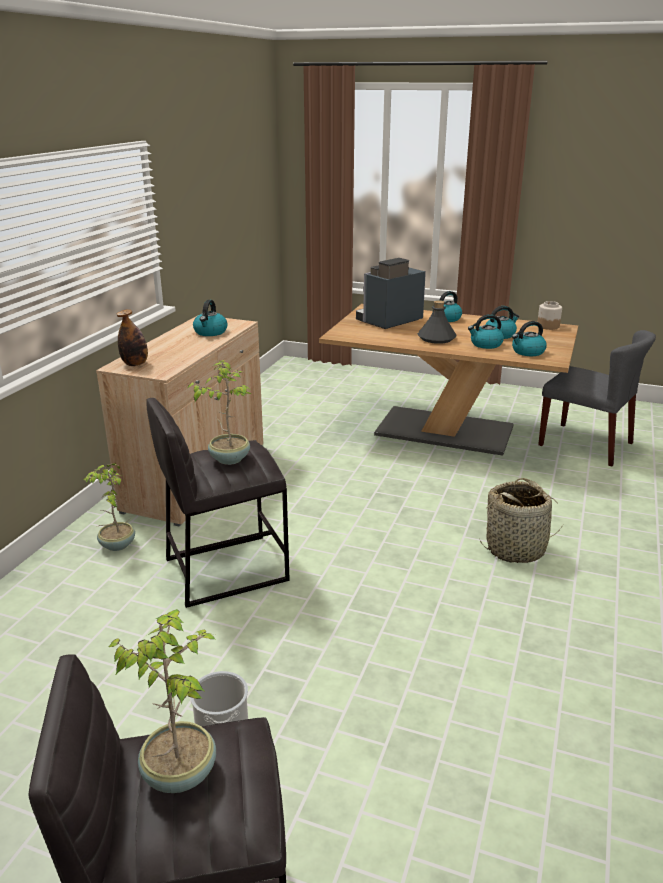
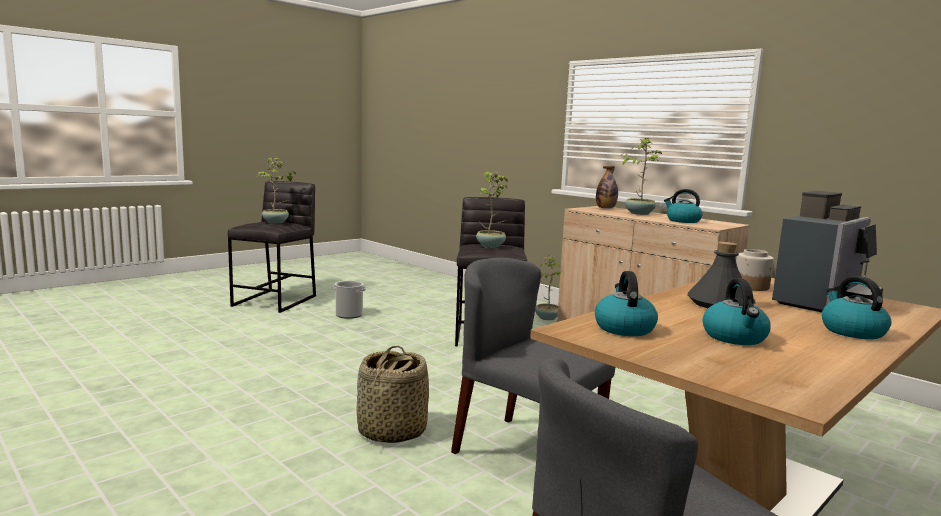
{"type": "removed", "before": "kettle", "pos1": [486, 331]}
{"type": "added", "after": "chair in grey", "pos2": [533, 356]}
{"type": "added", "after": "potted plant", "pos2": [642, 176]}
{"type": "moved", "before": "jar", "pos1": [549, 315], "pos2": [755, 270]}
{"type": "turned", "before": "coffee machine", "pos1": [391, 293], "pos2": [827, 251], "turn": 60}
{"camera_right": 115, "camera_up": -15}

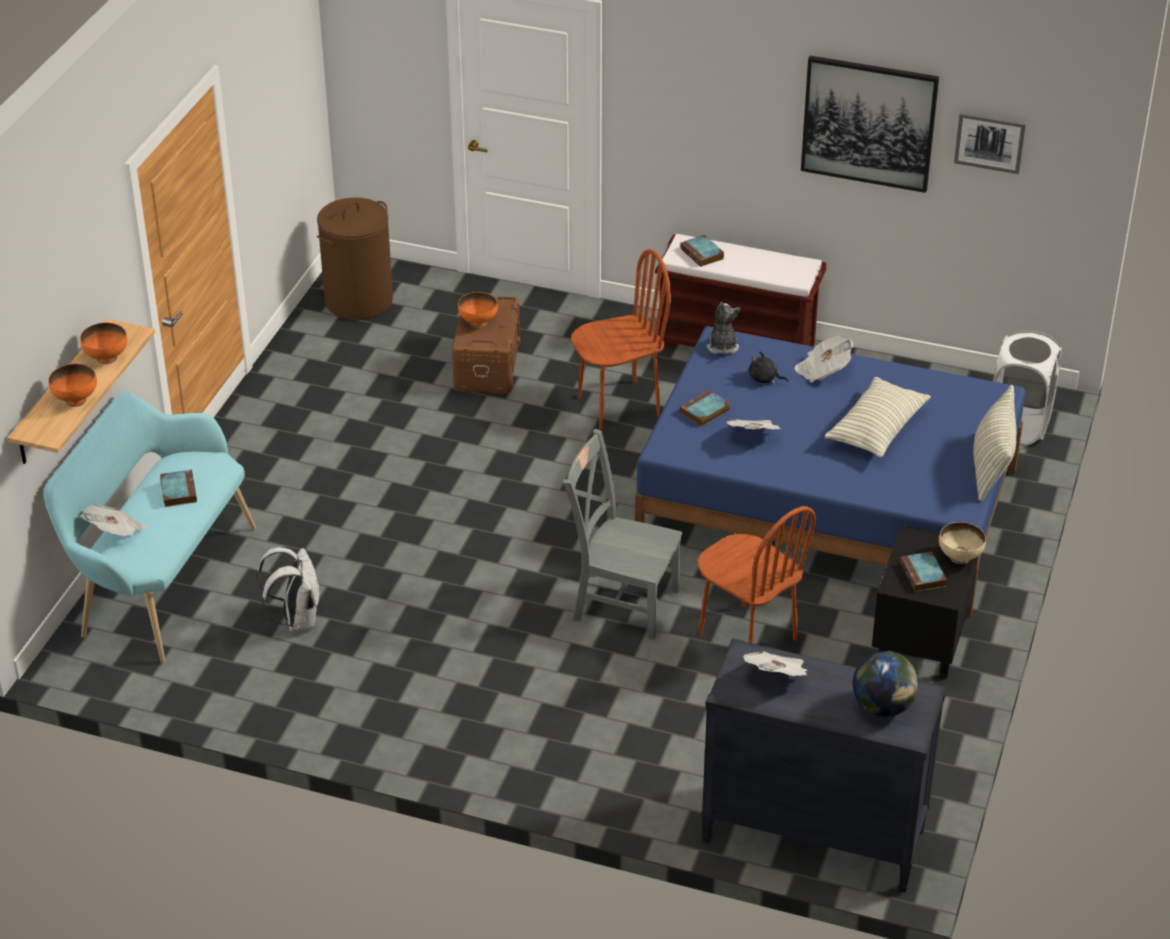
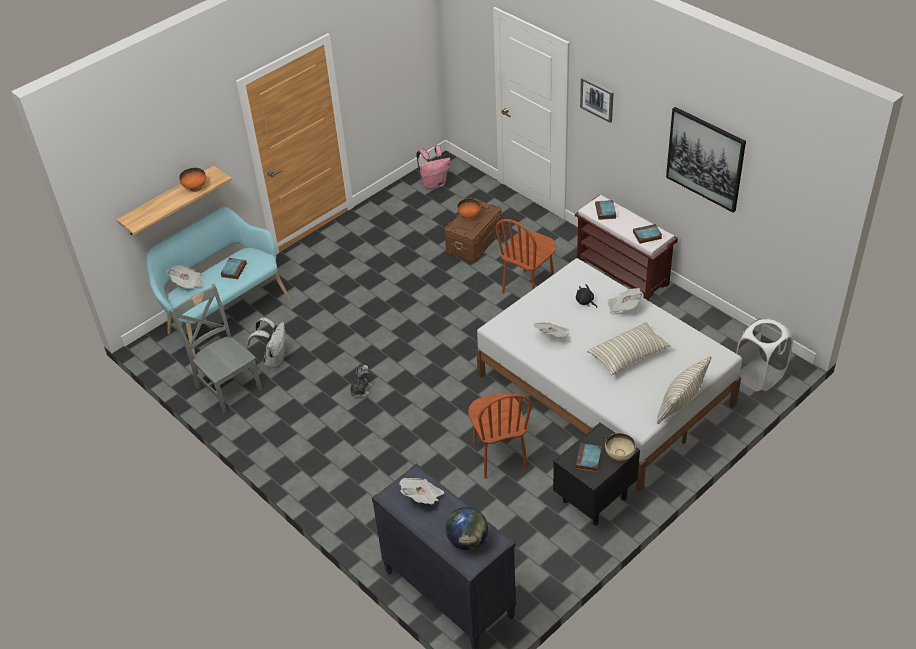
{"type": "removed", "before": "bowl in orange", "pos1": [72, 385]}
{"type": "moved", "before": "chair in grey", "pos1": [623, 534], "pos2": [215, 349]}
{"type": "moved", "before": "book", "pos1": [705, 408], "pos2": [647, 234]}
{"type": "moved", "before": "plush toy", "pos1": [724, 328], "pos2": [361, 381]}
{"type": "moved", "before": "picture", "pos1": [990, 143], "pos2": [597, 100]}
{"type": "replaced", "before": "laundry basket in brown", "after": "backpack in pink", "pos1": [355, 258], "pos2": [433, 167]}
{"type": "recoloured", "before": "bed in blue", "after": "bed in white", "pos1": [830, 472], "pos2": [609, 374]}
{"type": "turned", "before": "chair in brown", "pos1": [621, 339], "pos2": [525, 256], "turn": 120}
{"camera_right": 30, "camera_up": 5}

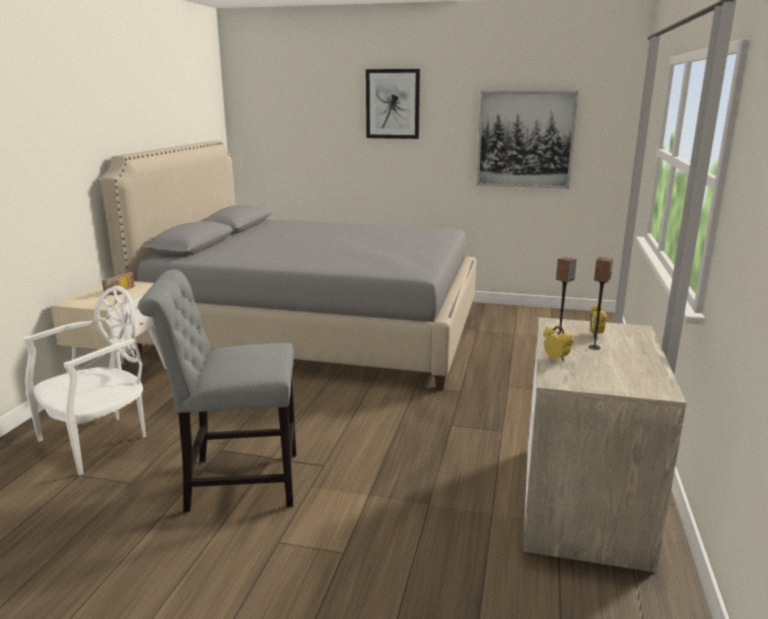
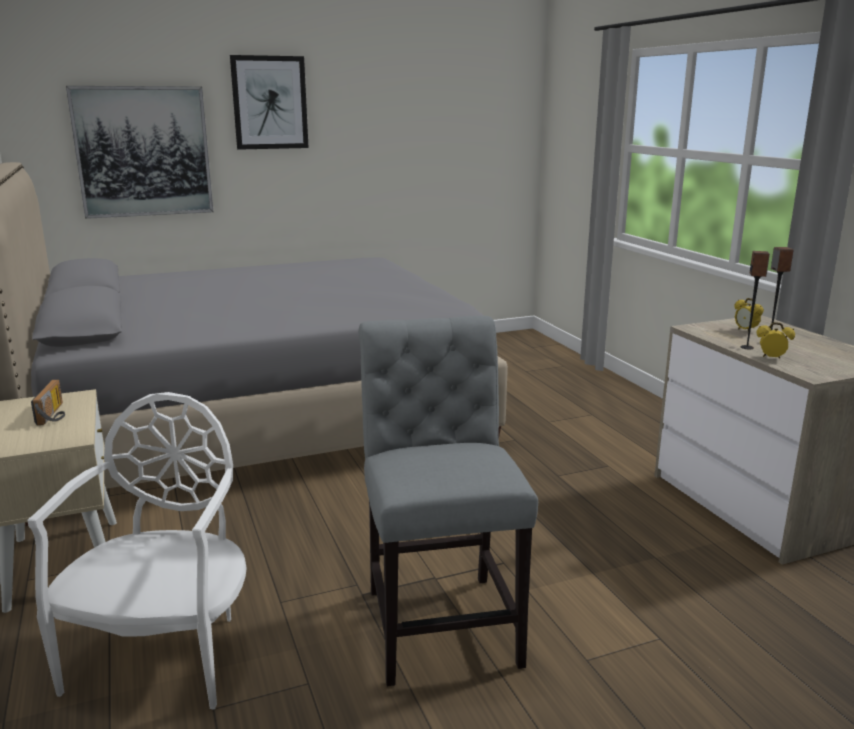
{"type": "moved", "before": "picture", "pos1": [527, 140], "pos2": [139, 152]}
{"type": "turned", "before": "chair in grey", "pos1": [217, 390], "pos2": [448, 501], "turn": 120}
{"camera_right": -35, "camera_up": 0}

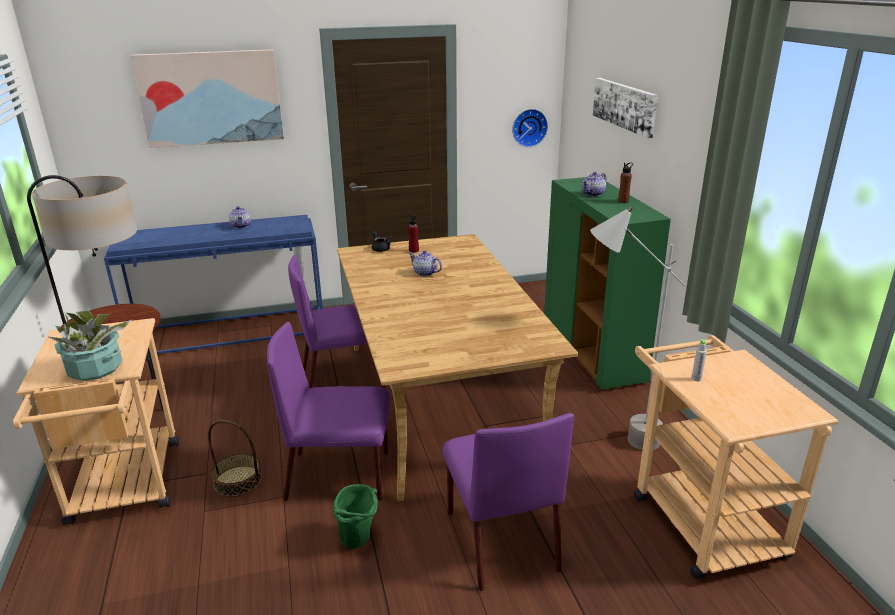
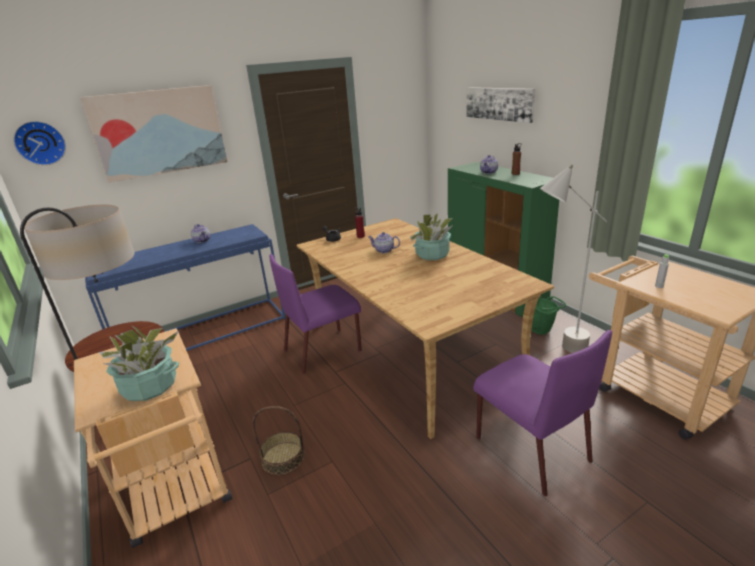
{"type": "removed", "before": "chair in purple", "pos1": [328, 411]}
{"type": "added", "after": "potted plant", "pos2": [431, 236]}
{"type": "moved", "before": "bucket in green", "pos1": [355, 516], "pos2": [548, 315]}
{"type": "moved", "before": "wall clock", "pos1": [530, 128], "pos2": [39, 143]}
{"camera_right": -15, "camera_up": 0}

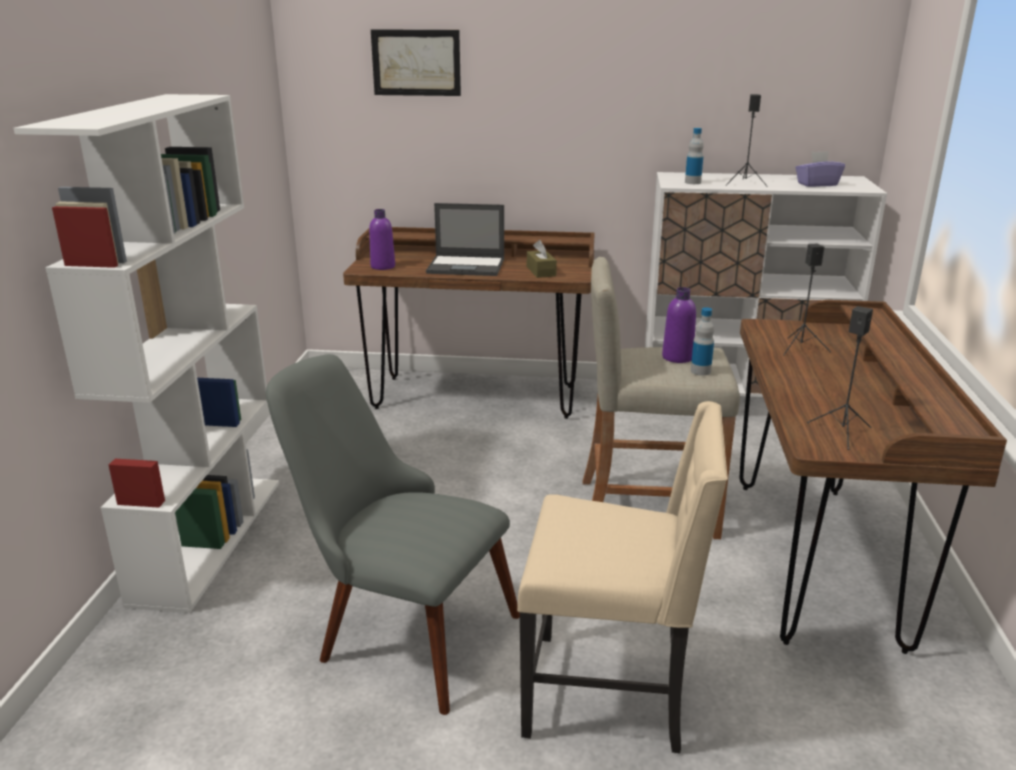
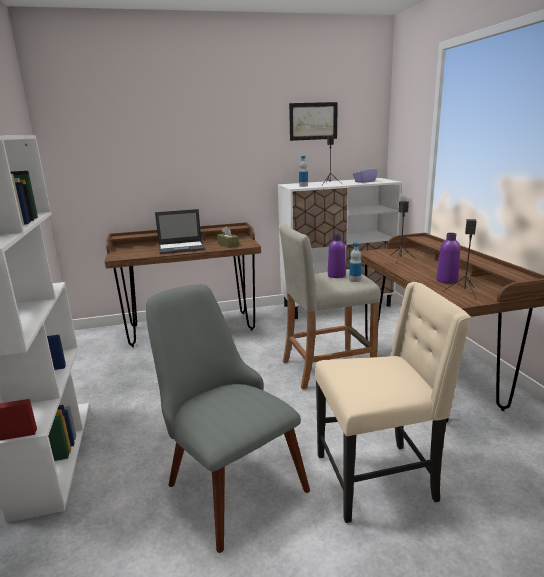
{"type": "moved", "before": "bottle in purple", "pos1": [382, 239], "pos2": [448, 258]}
{"type": "moved", "before": "picture", "pos1": [416, 62], "pos2": [313, 121]}
{"type": "turned", "before": "chair in grey", "pos1": [393, 534], "pos2": [228, 418], "turn": 45}
{"camera_right": -20, "camera_up": -5}

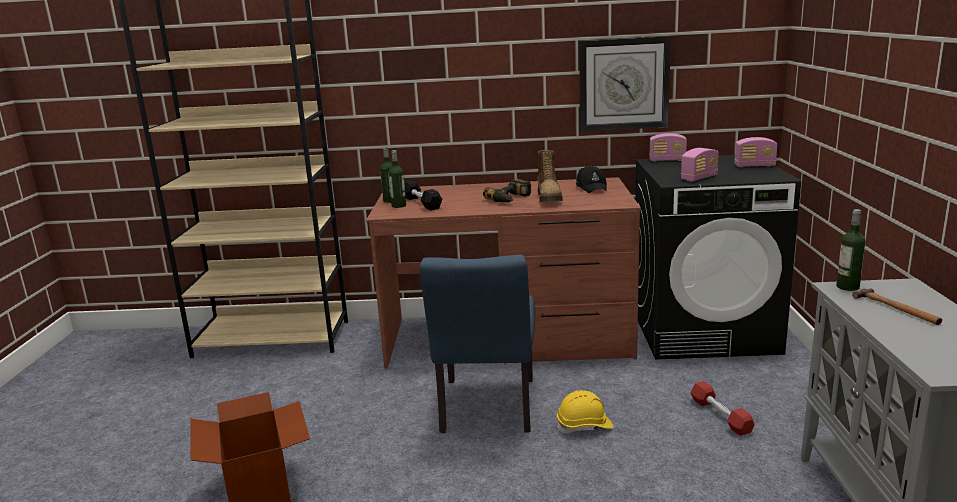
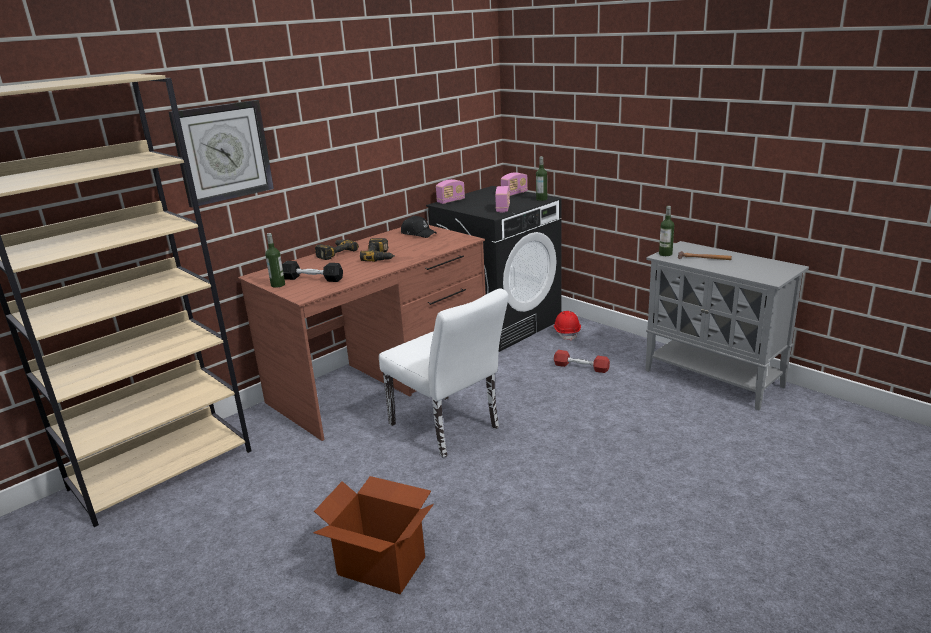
{"type": "removed", "before": "boot", "pos1": [550, 176]}
{"type": "removed", "before": "hard hat in yellow", "pos1": [585, 412]}
{"type": "added", "after": "power drill", "pos2": [337, 249]}
{"type": "added", "after": "hard hat in red", "pos2": [567, 326]}
{"type": "moved", "before": "bottle", "pos1": [397, 179], "pos2": [541, 178]}
{"type": "moved", "before": "wall clock", "pos1": [625, 83], "pos2": [221, 154]}
{"type": "recoloured", "before": "chair in blue", "after": "chair in white", "pos1": [477, 344], "pos2": [443, 373]}
{"camera_right": -45, "camera_up": 5}

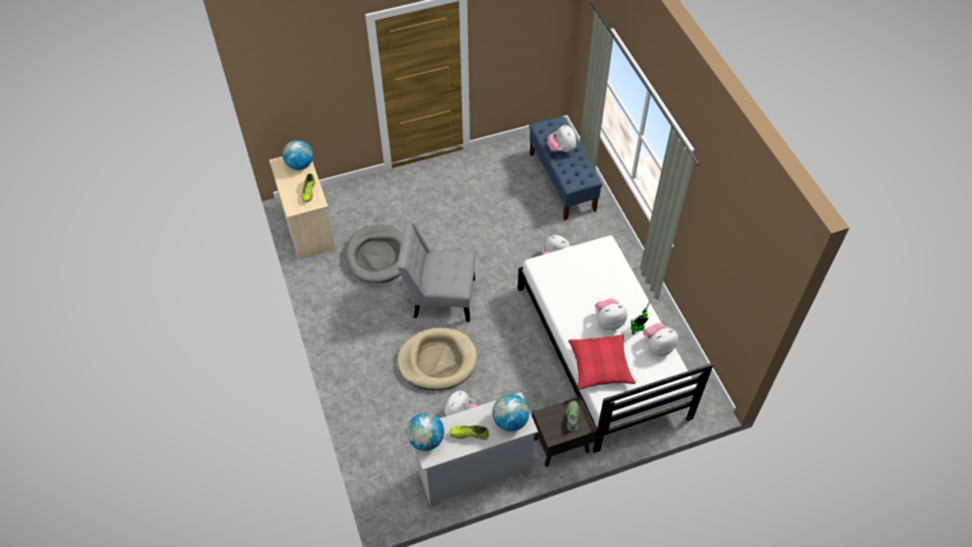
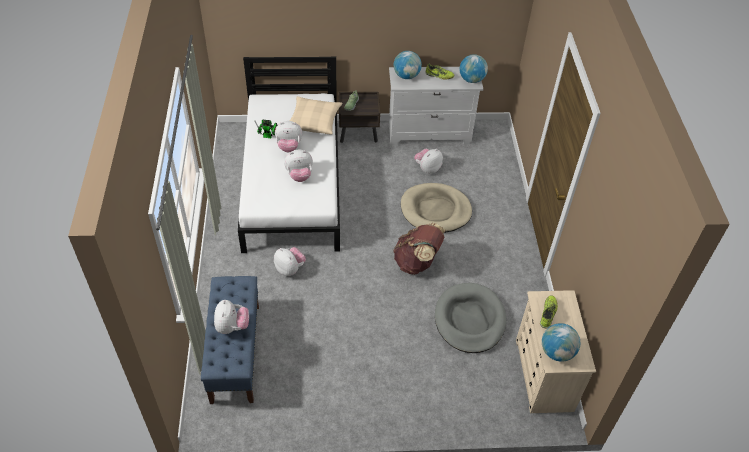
{"type": "moved", "before": "plush toy", "pos1": [660, 339], "pos2": [298, 166]}
{"type": "replaced", "before": "chair in grey", "after": "backpack in brown", "pos1": [436, 271], "pos2": [419, 249]}
{"type": "recoloured", "before": "pillow in red", "after": "pillow in beige", "pos1": [602, 362], "pos2": [316, 115]}
{"camera_right": -165, "camera_up": -5}

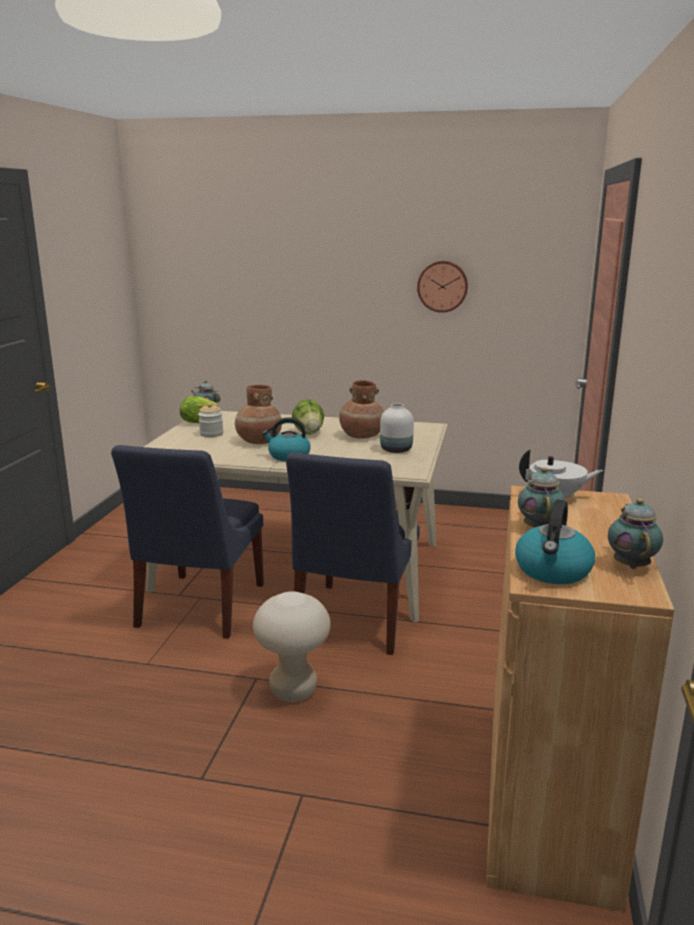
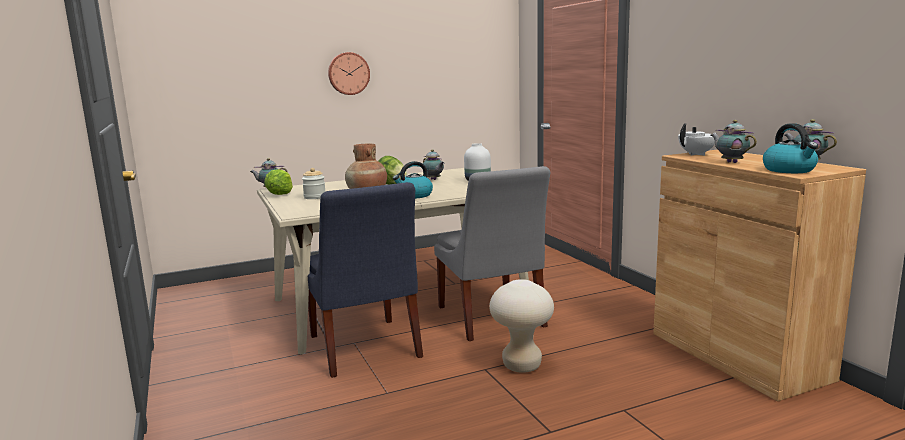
{"type": "moved", "before": "wall clock", "pos1": [442, 287], "pos2": [349, 73]}
{"type": "replaced", "before": "vase in brown", "after": "teapot", "pos1": [361, 409], "pos2": [433, 165]}
{"type": "recoloured", "before": "chair in blue", "after": "chair in grey", "pos1": [353, 553], "pos2": [492, 253]}
{"camera_right": -35, "camera_up": -5}

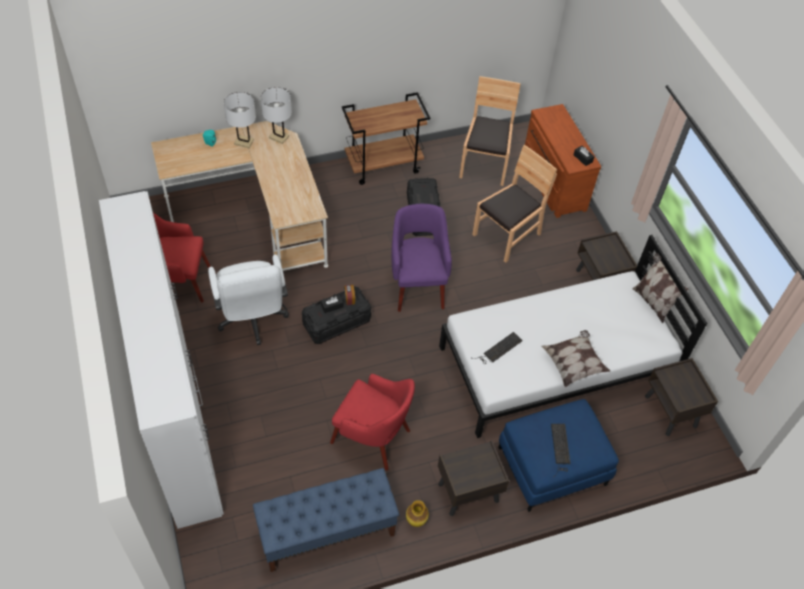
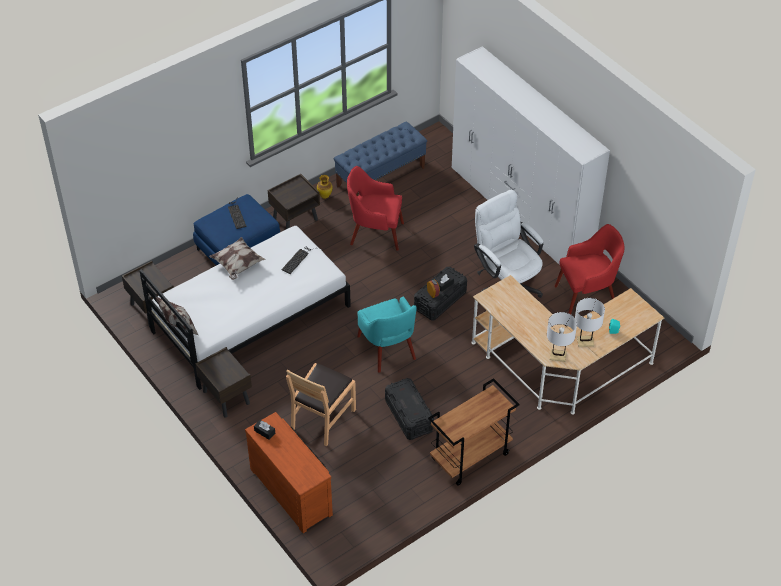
{"type": "removed", "before": "chair in brown", "pos1": [490, 131]}
{"type": "recoloured", "before": "armchair in purple", "after": "armchair in turquoise", "pos1": [421, 258], "pos2": [387, 335]}
{"camera_right": 165, "camera_up": -5}

